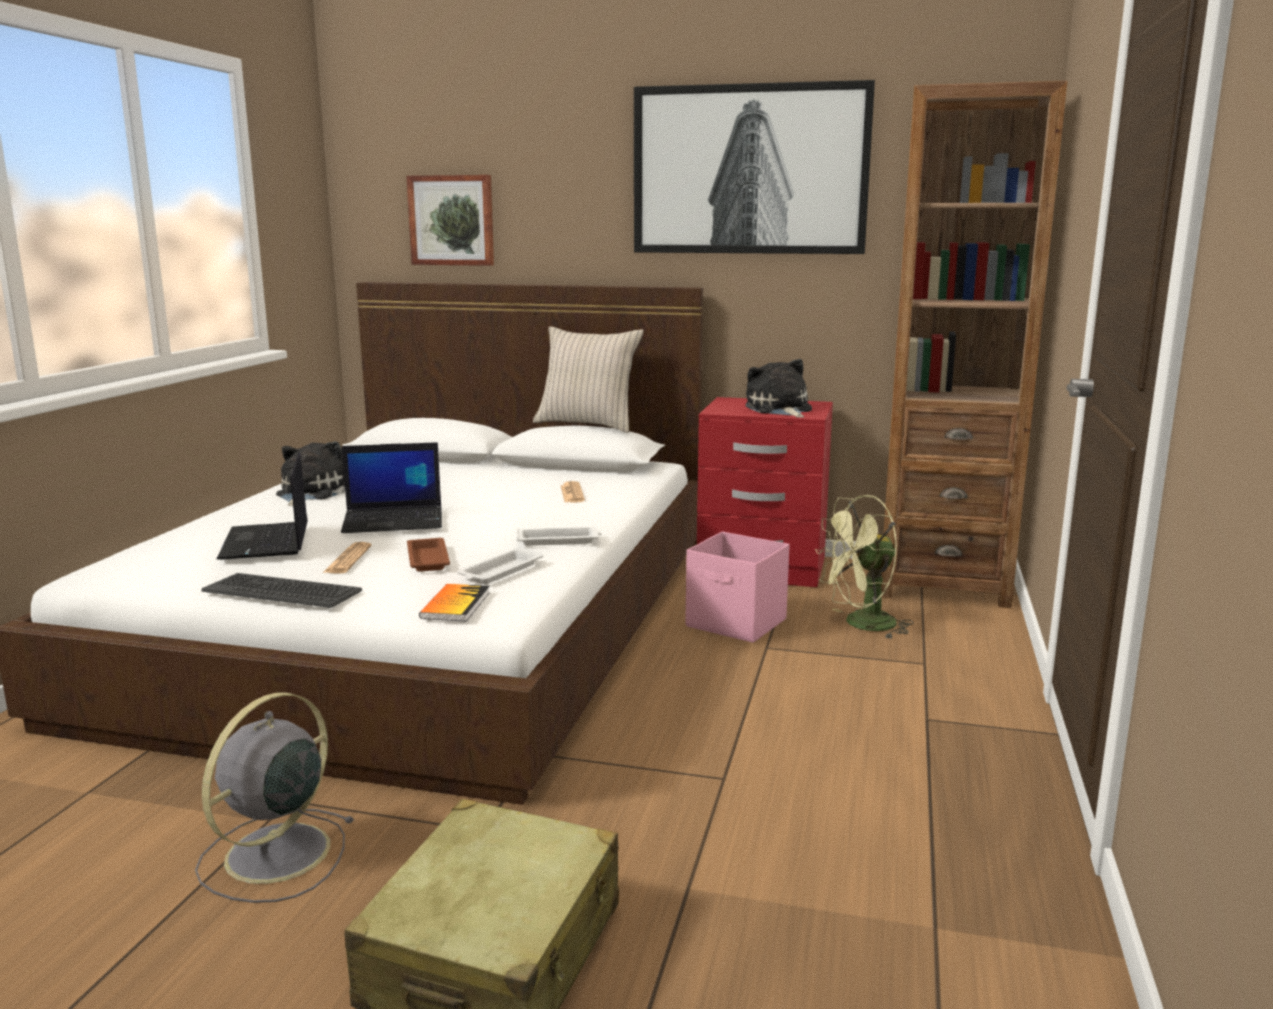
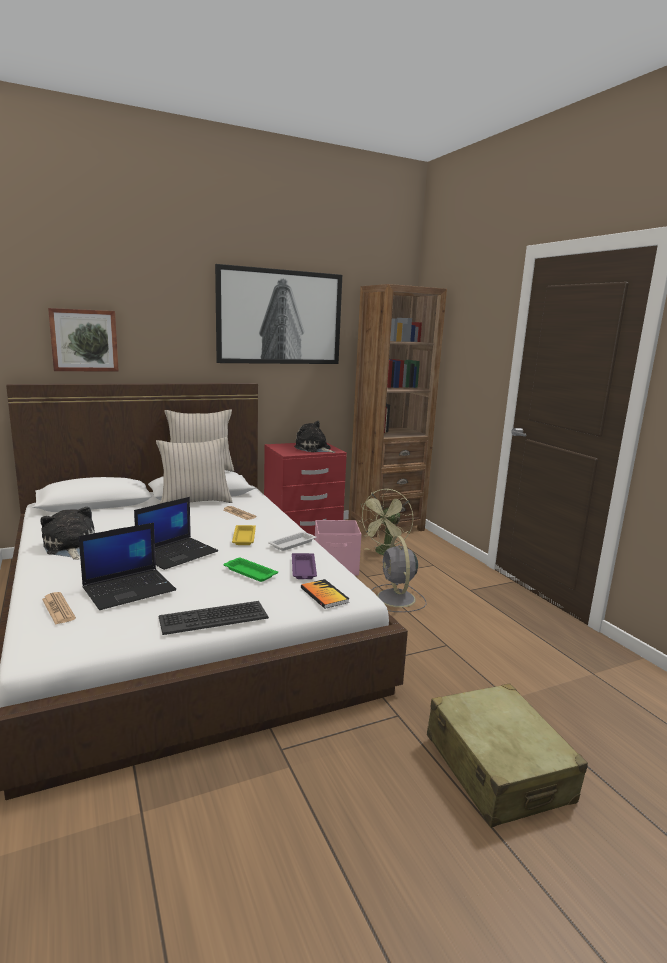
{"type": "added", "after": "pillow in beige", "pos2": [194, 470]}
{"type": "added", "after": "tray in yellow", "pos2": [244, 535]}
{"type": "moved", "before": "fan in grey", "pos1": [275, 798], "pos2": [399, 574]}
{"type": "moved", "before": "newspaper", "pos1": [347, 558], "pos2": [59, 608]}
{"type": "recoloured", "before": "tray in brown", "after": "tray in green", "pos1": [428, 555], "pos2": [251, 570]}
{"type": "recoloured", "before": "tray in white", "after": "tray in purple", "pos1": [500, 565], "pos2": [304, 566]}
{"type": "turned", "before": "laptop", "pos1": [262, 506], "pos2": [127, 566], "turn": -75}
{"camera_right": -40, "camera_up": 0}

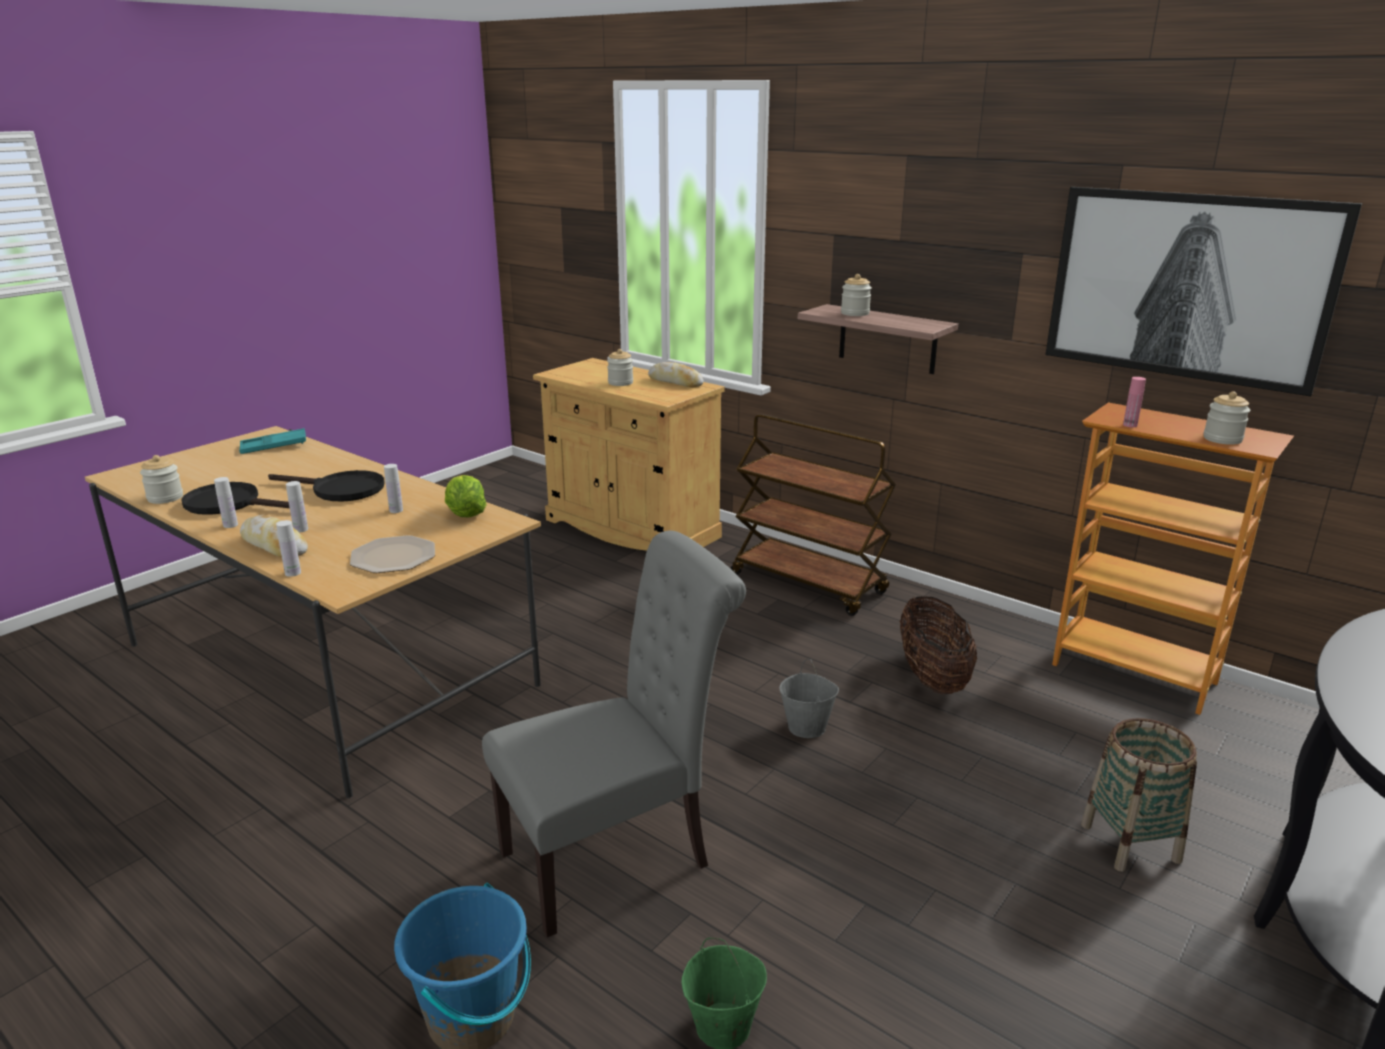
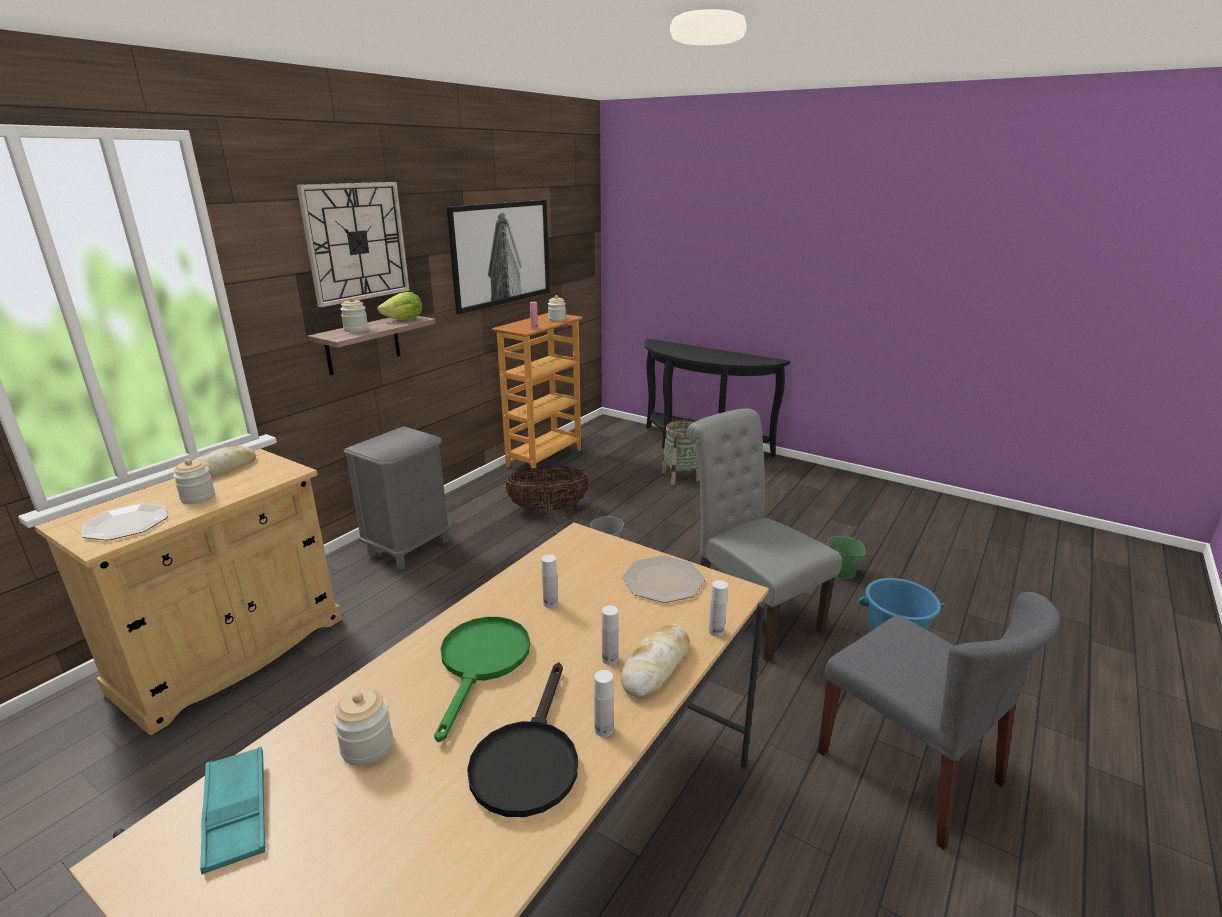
{"type": "added", "after": "plate", "pos2": [125, 521]}
{"type": "added", "after": "wall clock", "pos2": [353, 244]}
{"type": "added", "after": "chair in grey", "pos2": [939, 721]}
{"type": "moved", "before": "jar", "pos1": [161, 479], "pos2": [363, 727]}
{"type": "moved", "before": "lettuce", "pos1": [465, 496], "pos2": [399, 306]}
{"type": "replaced", "before": "cart in brown", "after": "nightstand in grey", "pos1": [813, 515], "pos2": [397, 498]}
{"type": "recoloured", "before": "frying pan in black", "after": "frying pan in green", "pos1": [326, 485], "pos2": [482, 679]}
{"camera_right": -95, "camera_up": 0}

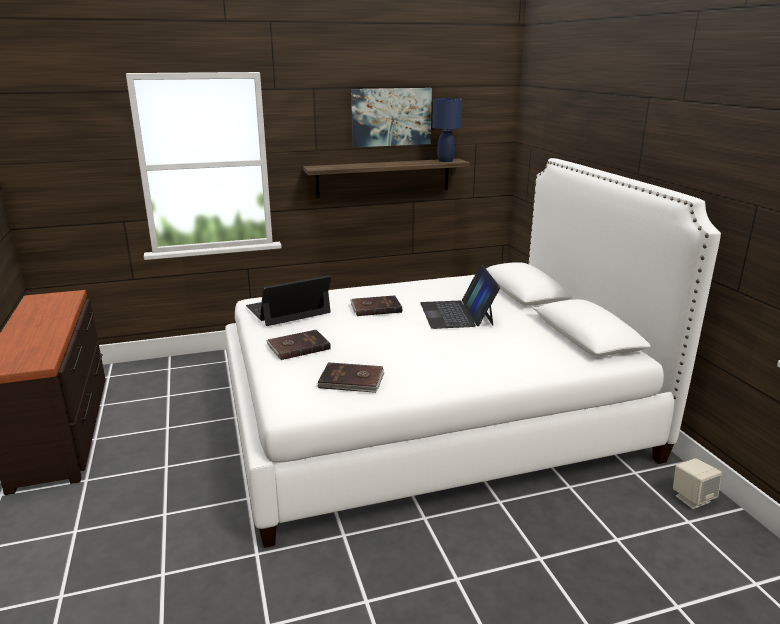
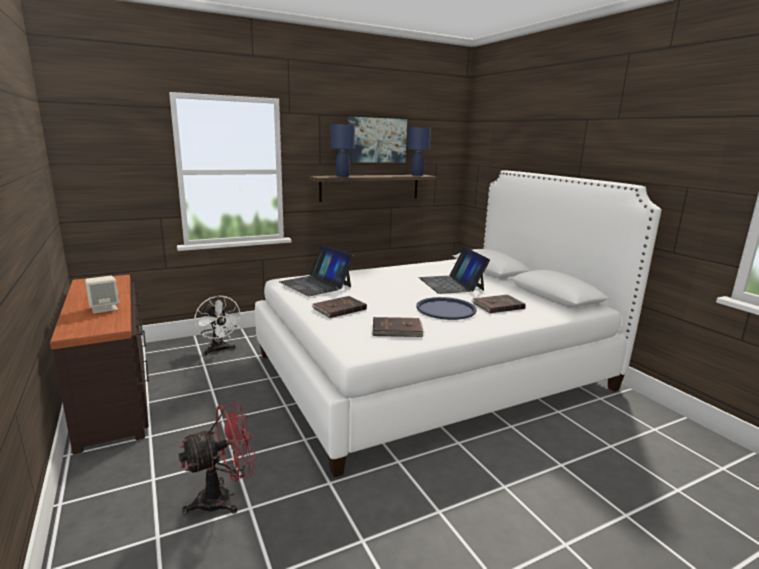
{"type": "added", "after": "fan in red", "pos2": [218, 458]}
{"type": "added", "after": "fan in white", "pos2": [218, 325]}
{"type": "added", "after": "table lamp in blue", "pos2": [343, 150]}
{"type": "added", "after": "tray in blue", "pos2": [446, 308]}
{"type": "moved", "before": "book in brown", "pos1": [376, 305], "pos2": [499, 304]}
{"type": "moved", "before": "speaker in beige", "pos1": [697, 483], "pos2": [102, 295]}
{"type": "turned", "before": "laptop", "pos1": [288, 300], "pos2": [316, 270], "turn": -90}
{"camera_right": -10, "camera_up": -5}

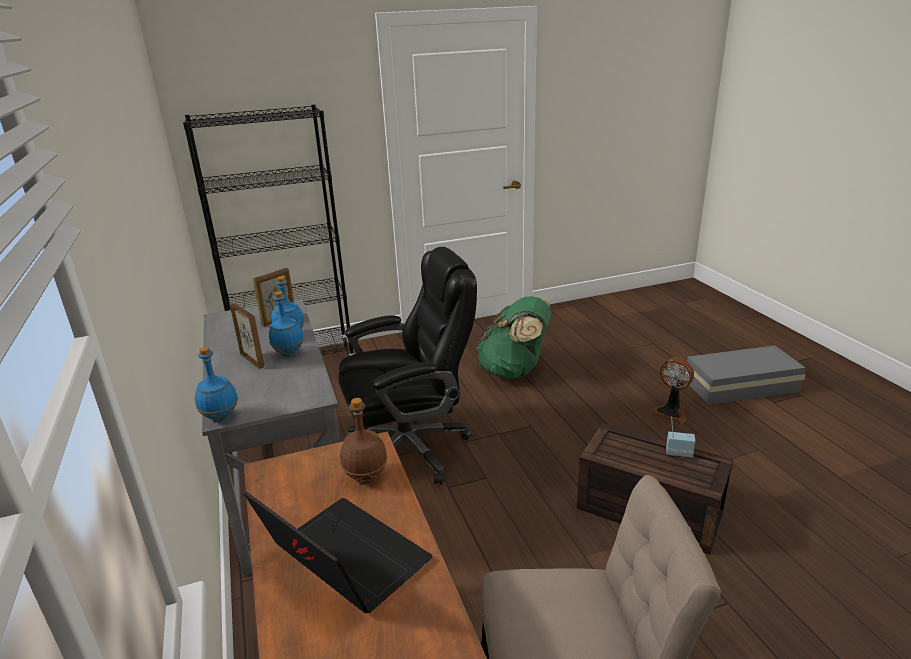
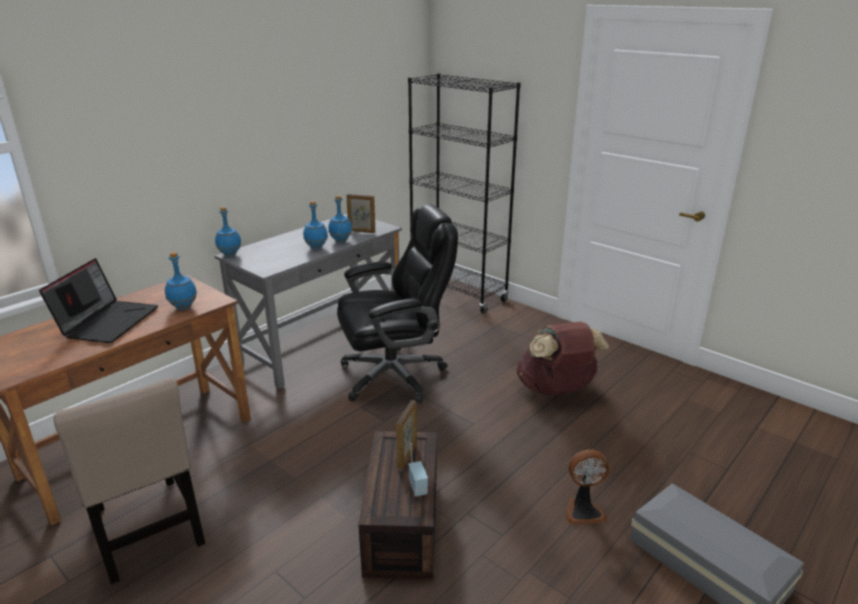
{"type": "moved", "before": "picture frame", "pos1": [247, 336], "pos2": [406, 435]}
{"type": "recoloured", "before": "bottle in brown", "after": "bottle in blue", "pos1": [364, 441], "pos2": [181, 281]}
{"type": "recoloured", "before": "backpack in green", "after": "backpack in brown", "pos1": [514, 337], "pos2": [563, 358]}
{"type": "turned", "before": "office chair in black", "pos1": [408, 366], "pos2": [397, 304], "turn": -60}
{"type": "turned", "before": "fan", "pos1": [672, 390], "pos2": [587, 487], "turn": -105}
{"camera_right": 60, "camera_up": 0}

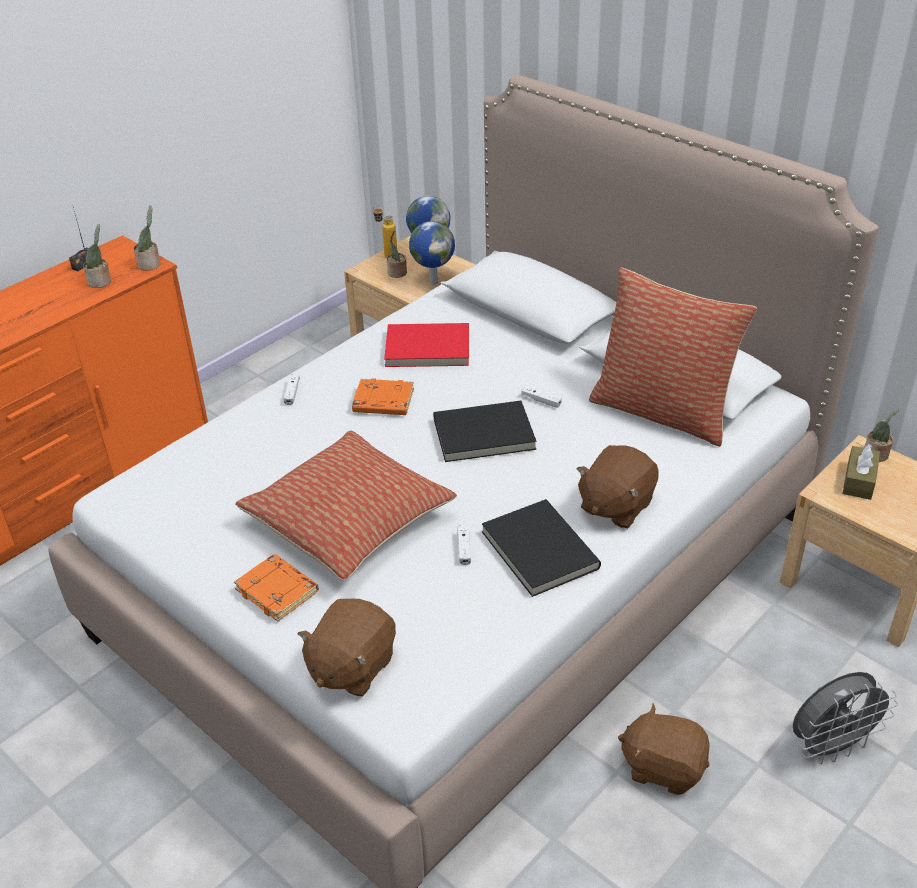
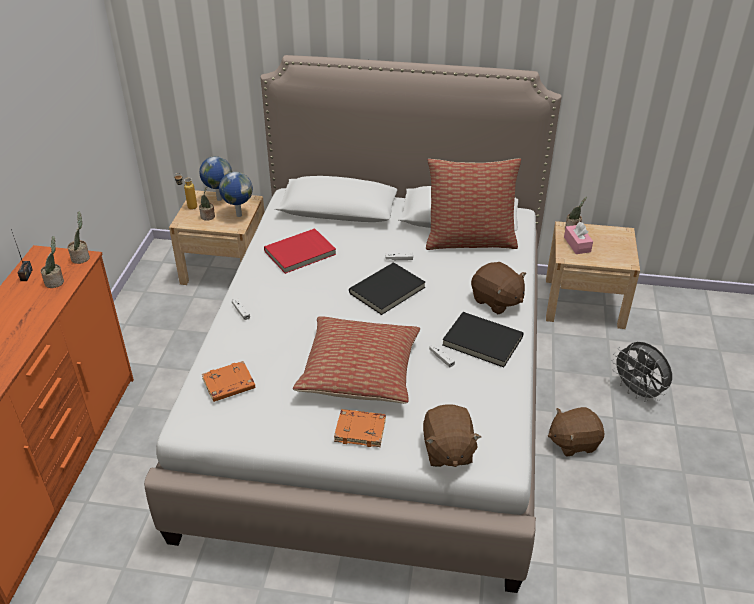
{"type": "moved", "before": "book in orange", "pos1": [383, 396], "pos2": [229, 381]}
{"type": "recoloured", "before": "tissue box in brown", "after": "tissue box in pink", "pos1": [861, 472], "pos2": [578, 238]}
{"type": "turned", "before": "plush toy in brown", "pos1": [617, 486], "pos2": [498, 288], "turn": -45}
{"type": "turned", "before": "fan in grey", "pos1": [845, 718], "pos2": [642, 372], "turn": 105}
{"camera_right": -35, "camera_up": 0}

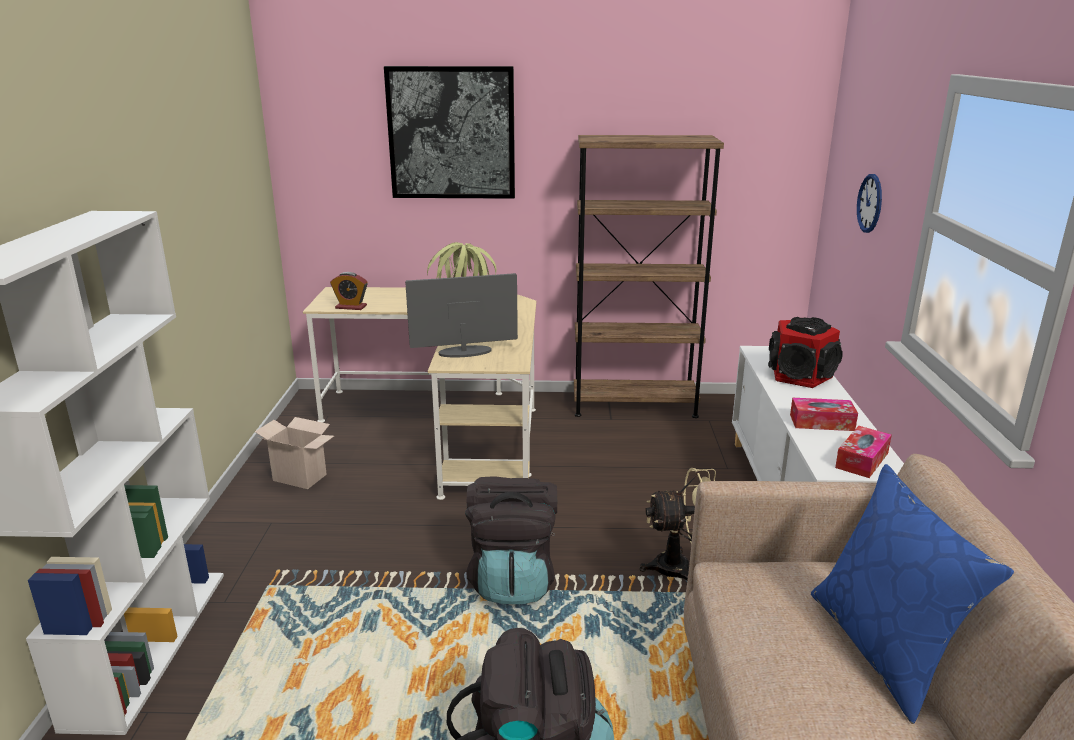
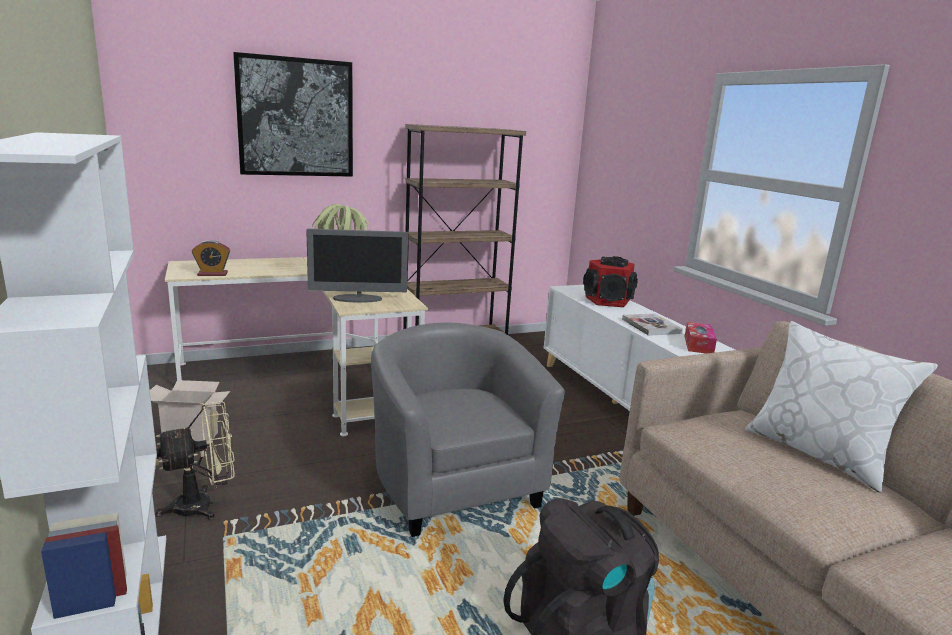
{"type": "removed", "before": "wall clock", "pos1": [869, 203]}
{"type": "moved", "before": "fan in beige", "pos1": [677, 524], "pos2": [195, 460]}
{"type": "replaced", "before": "backpack in black", "after": "armchair in grey", "pos1": [511, 540], "pos2": [468, 429]}
{"type": "replaced", "before": "tissue box", "after": "book", "pos1": [824, 414], "pos2": [652, 324]}
{"type": "recoloured", "before": "pillow in blue", "after": "pillow in white", "pos1": [912, 594], "pos2": [841, 407]}
{"type": "turned", "before": "monitor", "pos1": [461, 315], "pos2": [357, 266], "turn": -150}
{"camera_right": -25, "camera_up": -5}

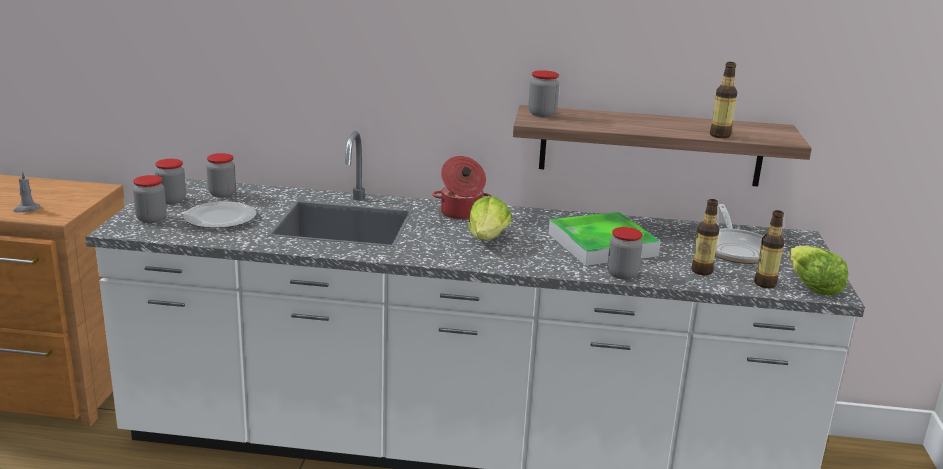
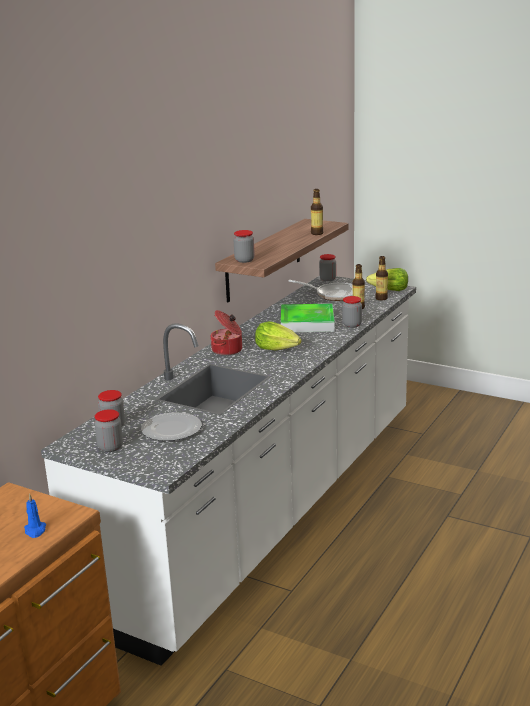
{"type": "moved", "before": "jar", "pos1": [149, 199], "pos2": [327, 267]}
{"type": "recoloured", "before": "candle in grey", "after": "candle in blue", "pos1": [26, 191], "pos2": [35, 516]}
{"camera_right": -65, "camera_up": 0}

